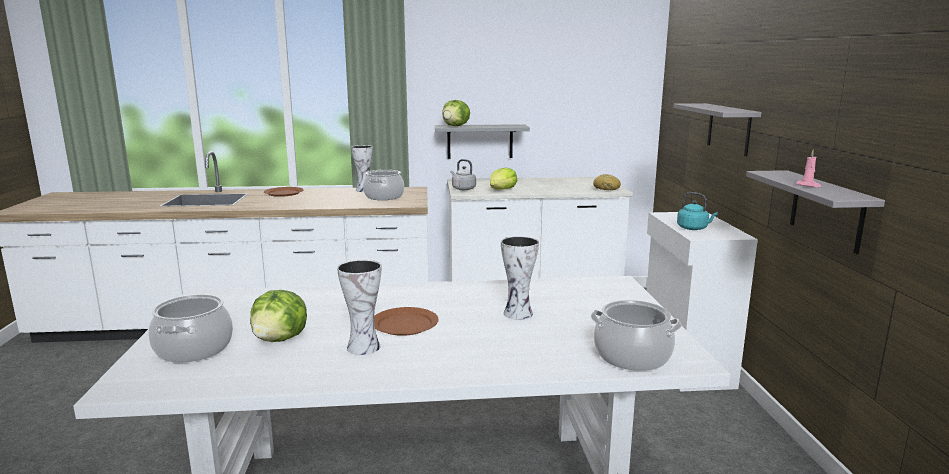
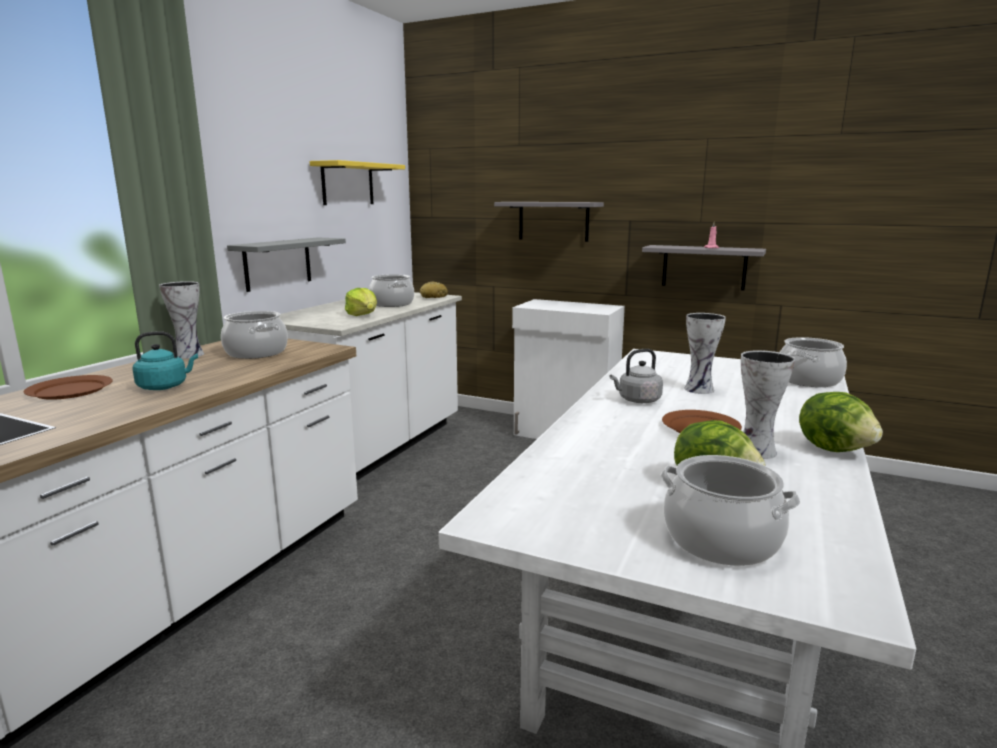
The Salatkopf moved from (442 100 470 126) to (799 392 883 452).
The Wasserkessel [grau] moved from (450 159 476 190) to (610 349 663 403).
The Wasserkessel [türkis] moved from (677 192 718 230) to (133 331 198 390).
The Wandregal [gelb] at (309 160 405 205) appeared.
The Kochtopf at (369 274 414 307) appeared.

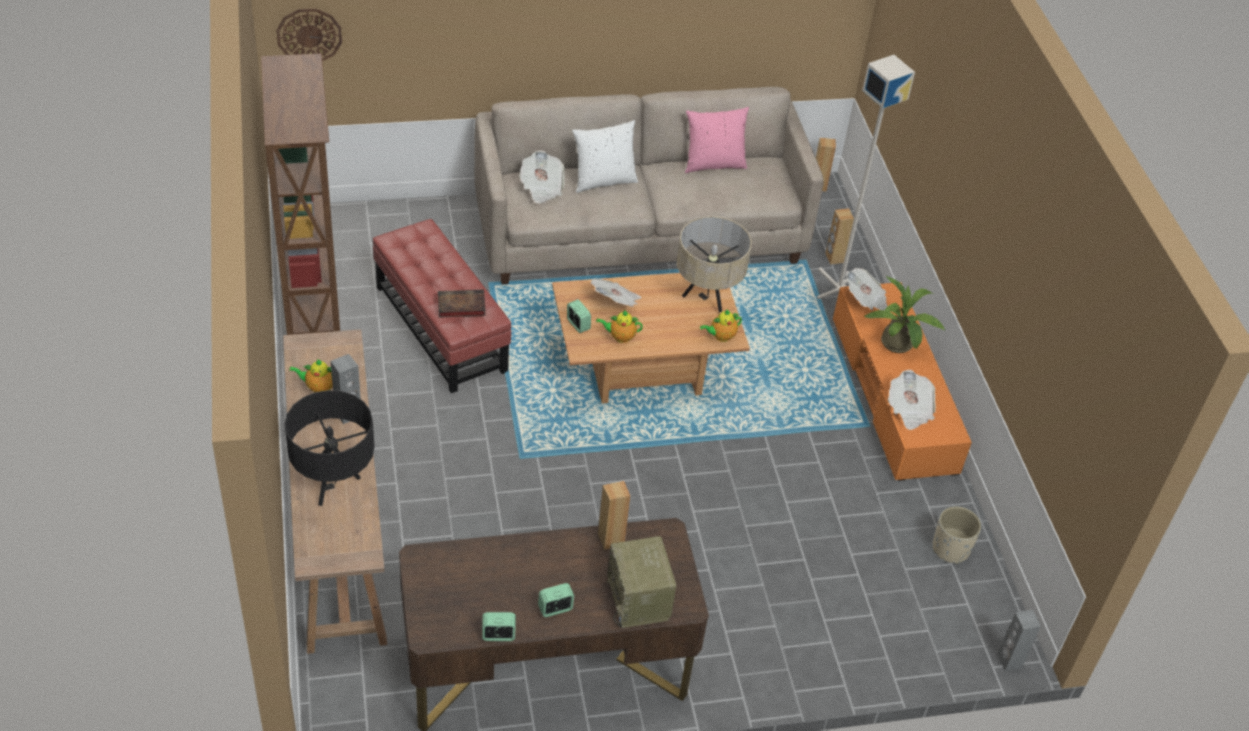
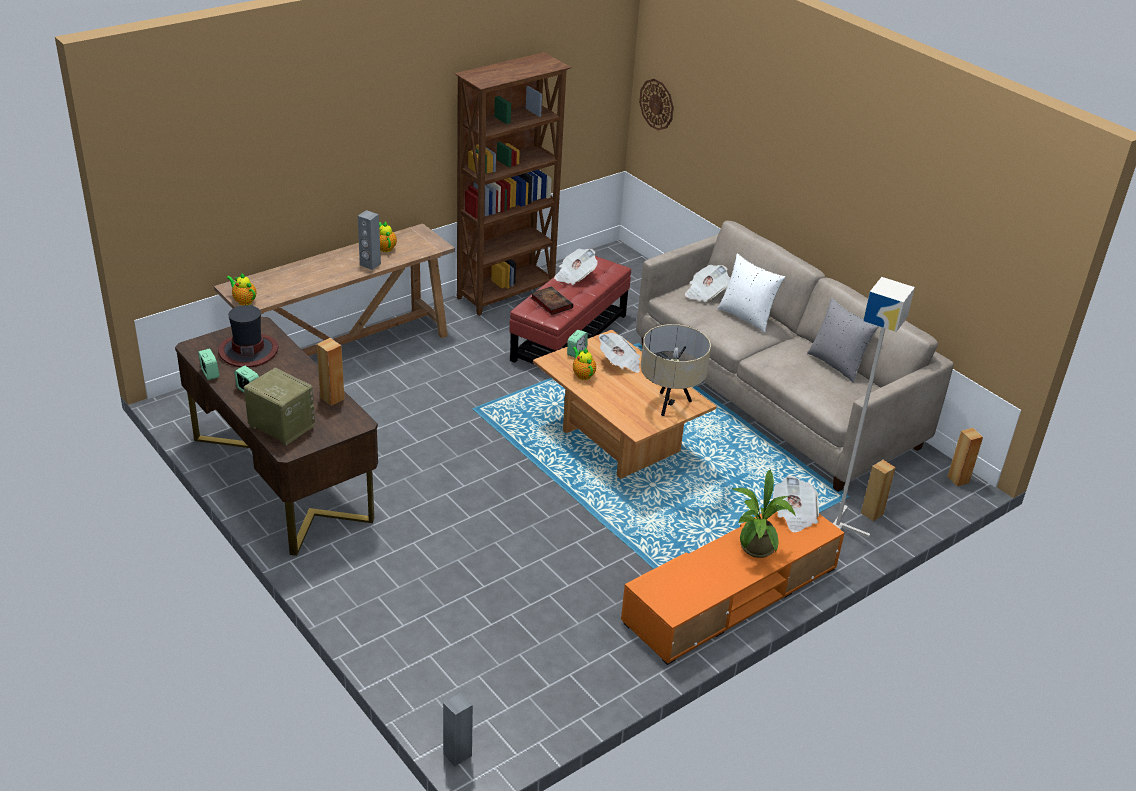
The Tischlampe [schwarz] at (284 390 374 506) disappeared.
The Radio at (607 536 676 628) turned 75 degrees clockwise.
The Kissen [rosa] at (685 107 749 173) became the Kissen [grau] at (807 298 879 382).
The Teekanne moved from (700 310 742 342) to (226 273 256 305).
The Zeitung moved from (888 370 936 430) to (554 249 598 285).
The Pflanzkübel [beige] at (932 506 981 564) disappeared.
The Hut at (218 305 279 368) appeared.

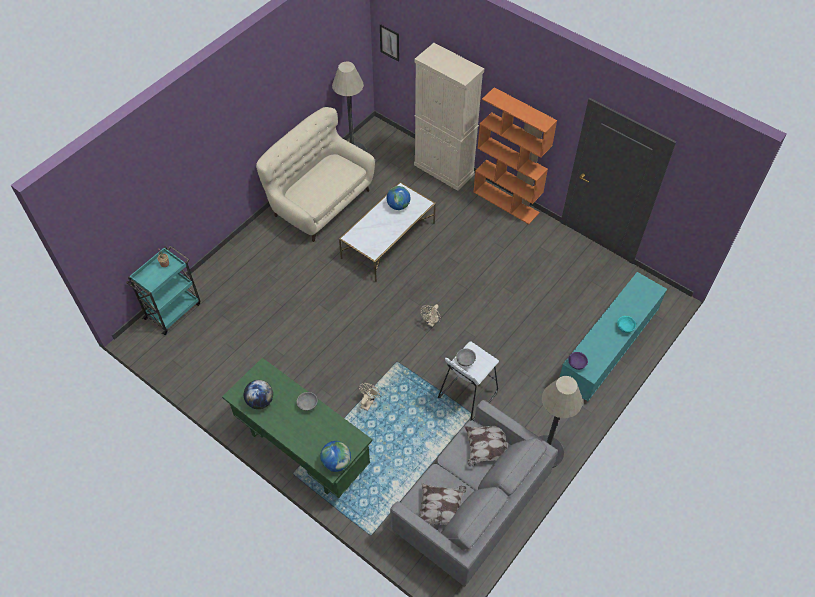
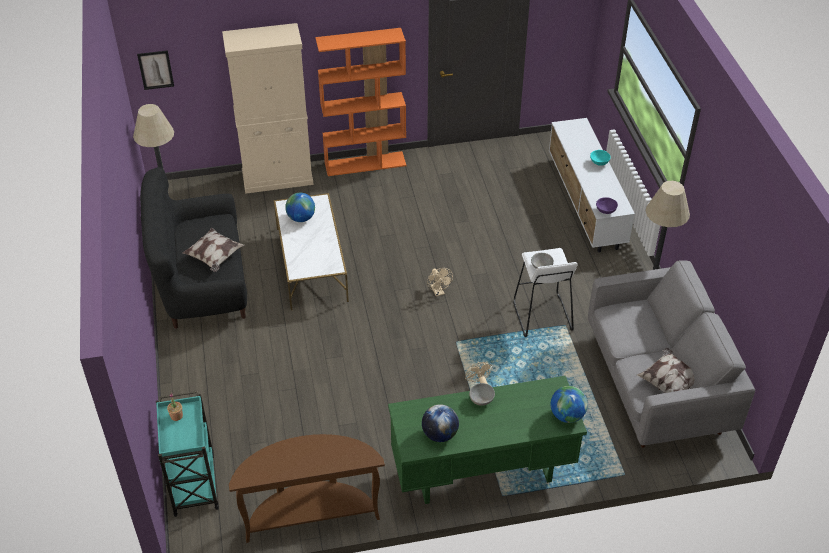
The Sofa [beige] at (256 107 375 242) became the Sofa [schwarz] at (140 167 247 329).
The Kissen moved from (464 426 507 466) to (182 228 244 272).
The Fernsehschrank [türkis] at (559 272 667 401) became the Fernsehschrank [weiß] at (549 118 635 252).
The Konsolentisch [braun] at (229 434 385 543) appeared.

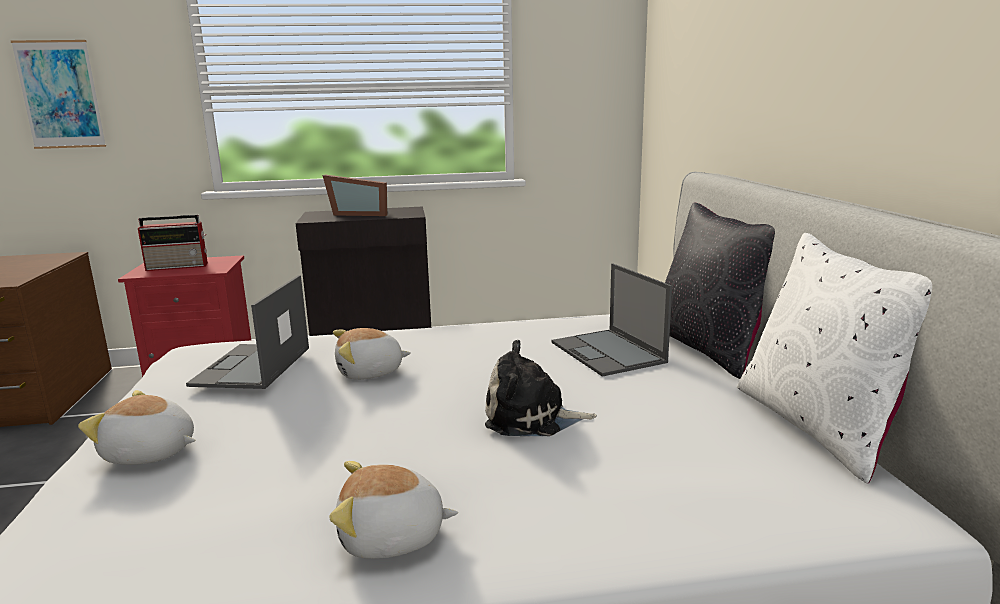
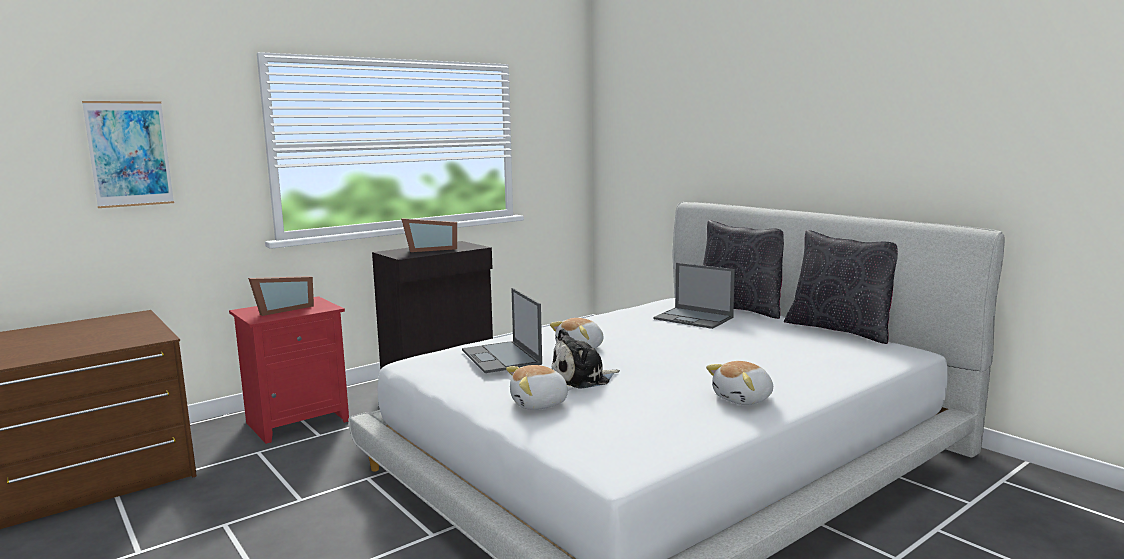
The Radio at (138 215 208 271) was replaced by the Bilderrahmen at (248 276 314 316).
The Plüschtier moved from (485 340 597 436) to (551 328 620 389).
The Kissen [weiß] at (737 233 932 484) became the Kissen [schwarz] at (784 230 898 344).

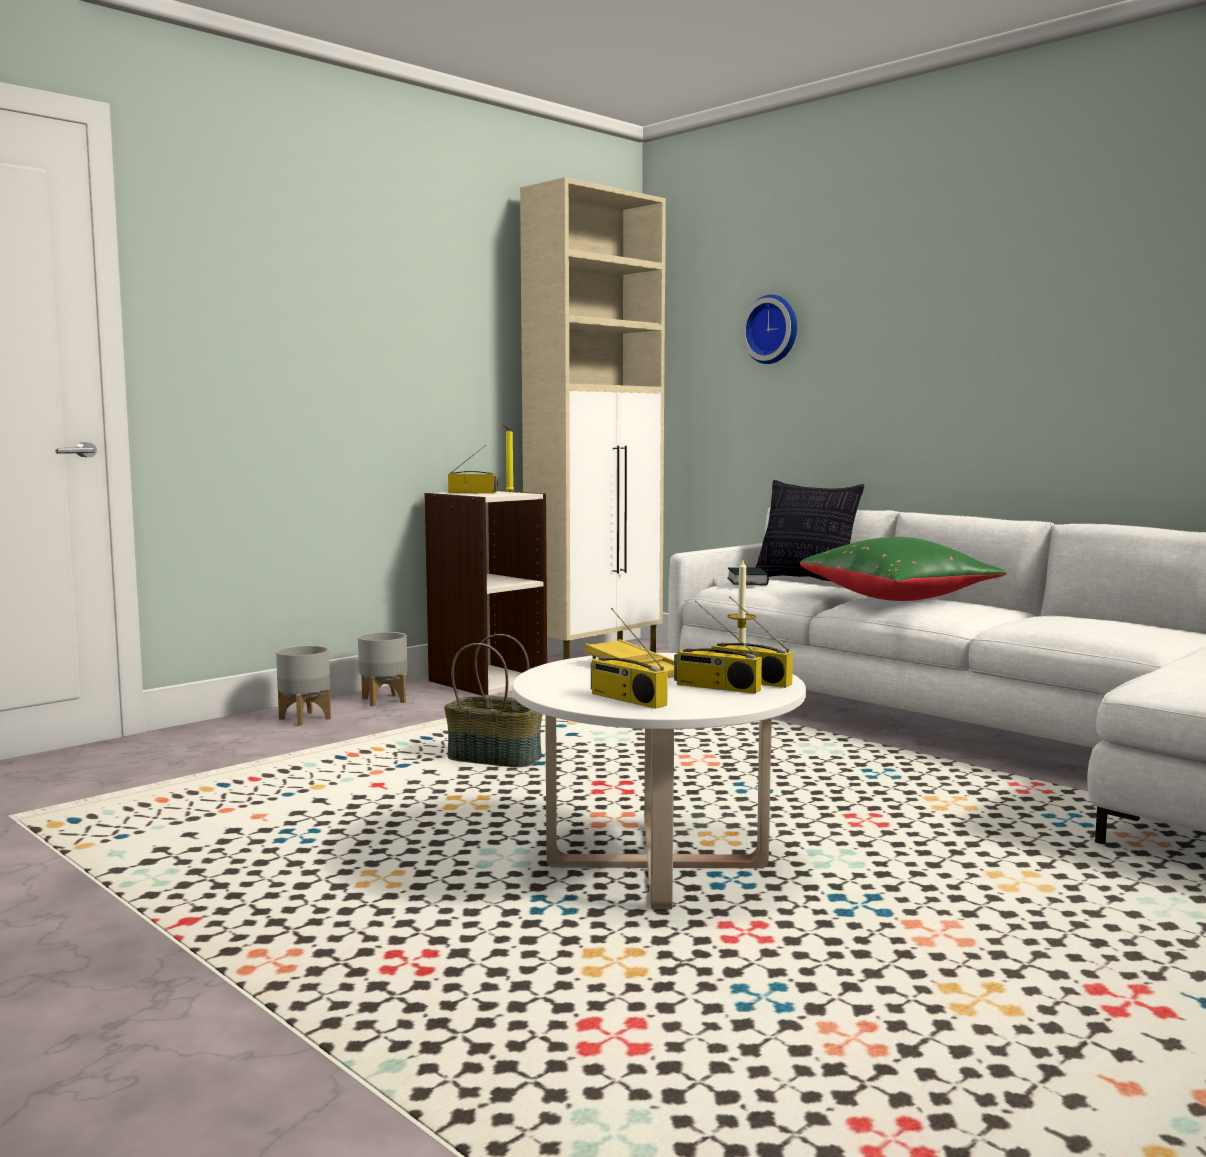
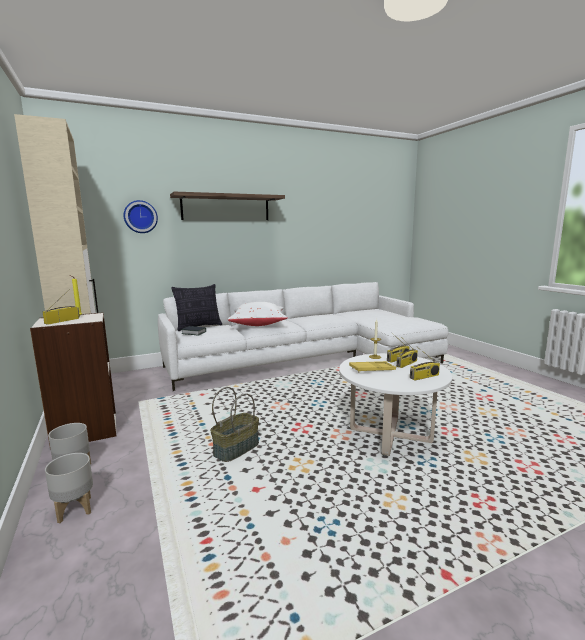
The Kissen [grün] at (800 537 1007 601) became the Kissen [weiß] at (227 302 288 326).
The Wandregal at (170 192 285 220) appeared.

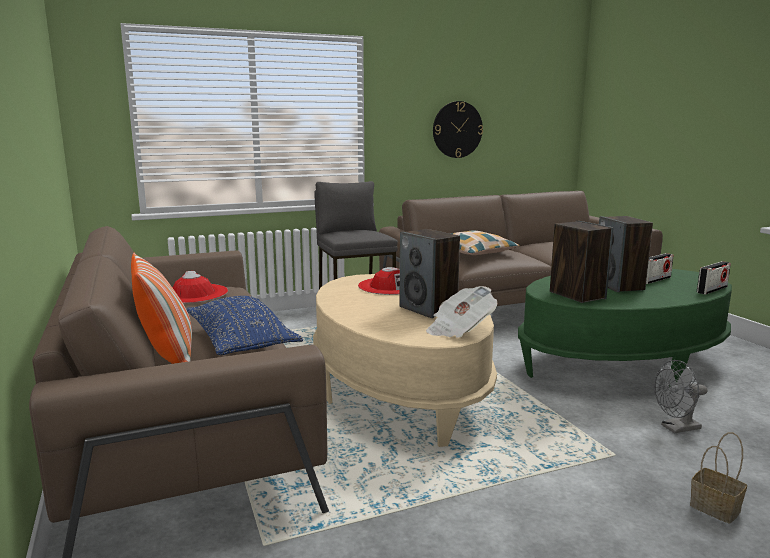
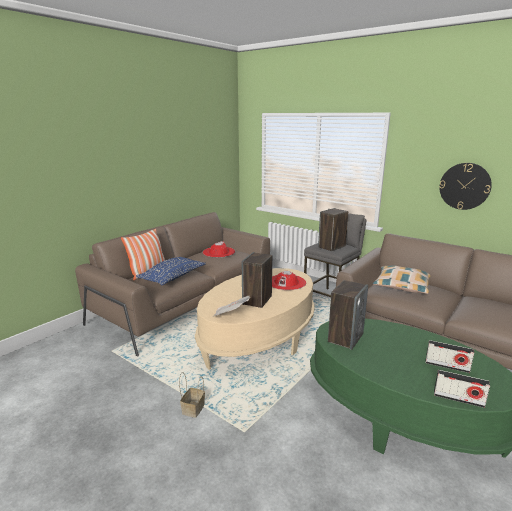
The Lautsprecher moved from (599 216 653 292) to (318 208 348 251).
The Ventilator [grau] at (654 360 707 433) disappeared.
The Korb moved from (690 432 747 524) to (179 372 205 418).

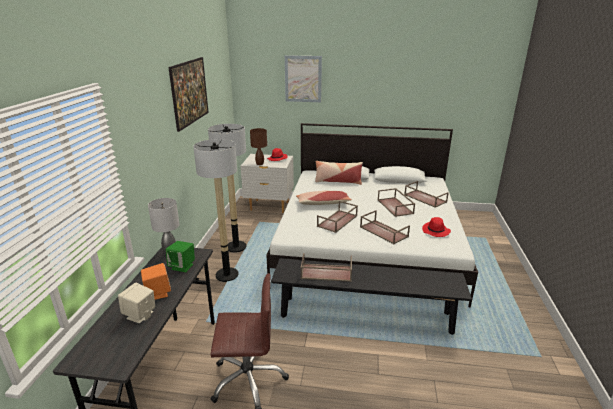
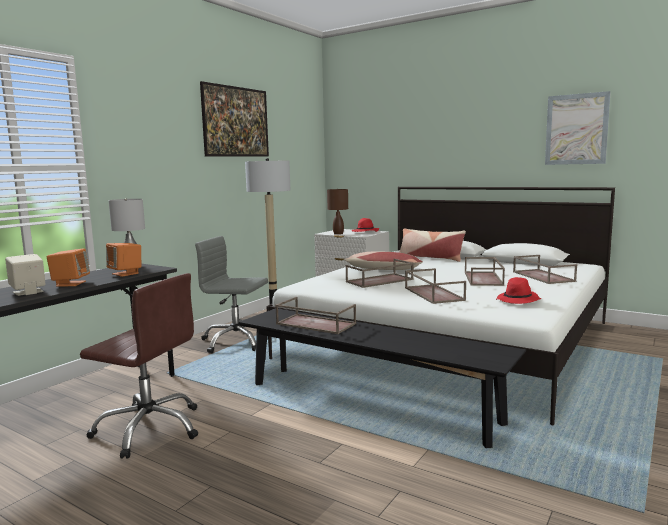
The Lautsprecher [grün] at (166 241 195 272) became the Lautsprecher [orange] at (106 243 141 277).
The Stehlampe at (193 139 239 282) was replaced by the Bürostuhl [grau] at (195 236 268 353).
The Bild moved from (285 55 322 102) to (545 91 611 165).

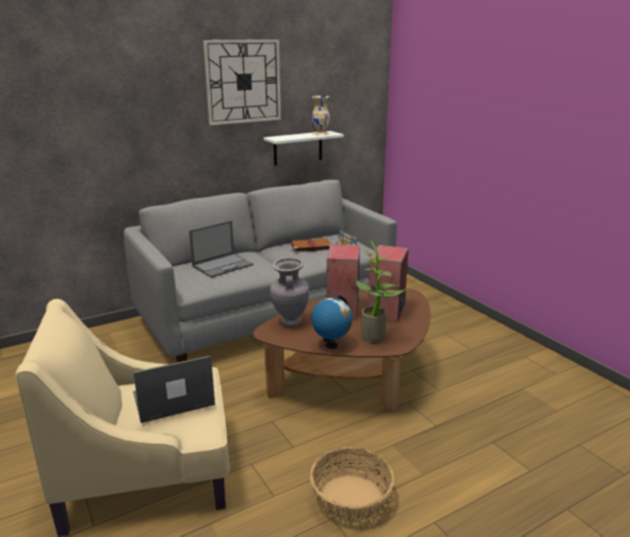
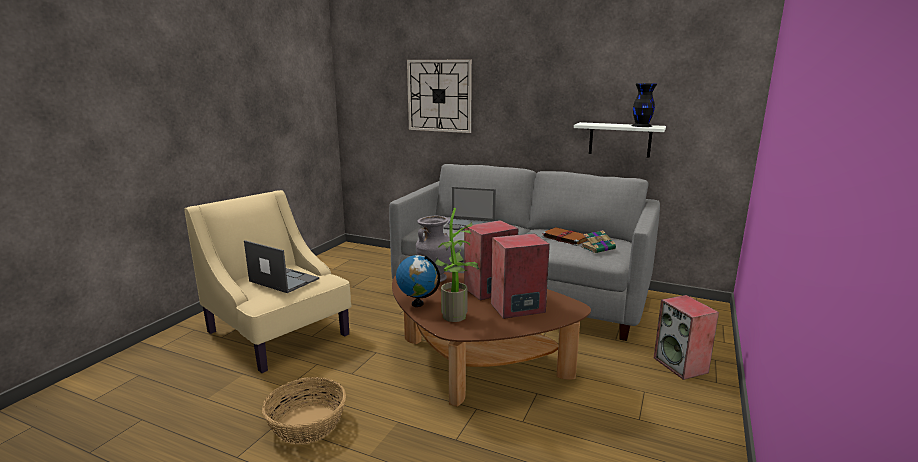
The Wanduhr moved from (203 39 281 125) to (407 59 472 133).
The Vase [beige] at (312 95 330 135) became the Vase [schwarz] at (631 83 657 127).
The Lautsprecher at (654 295 719 380) appeared.

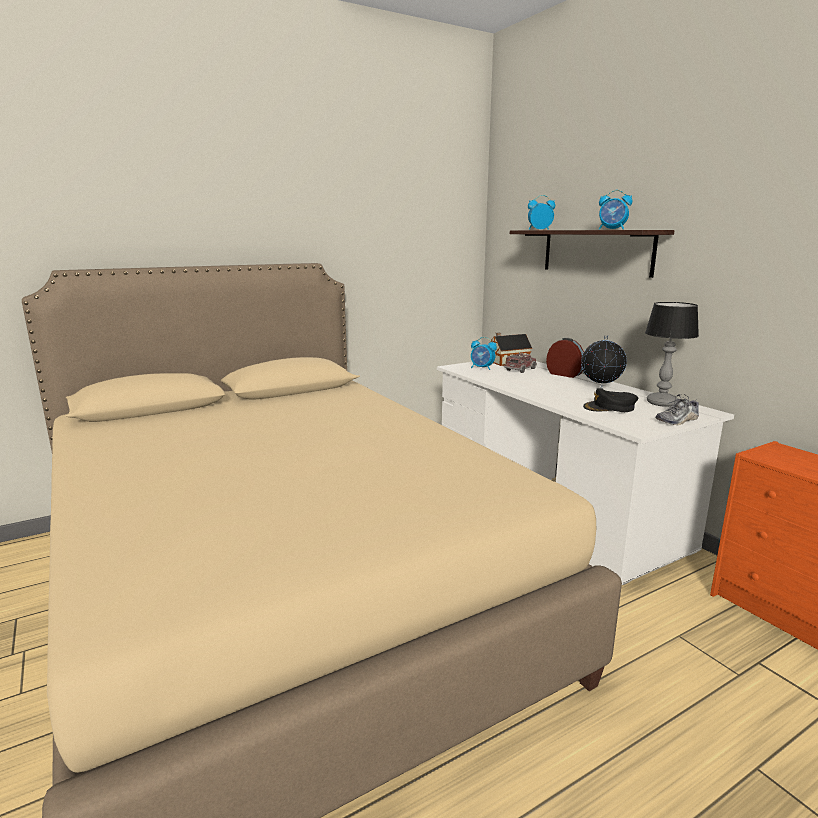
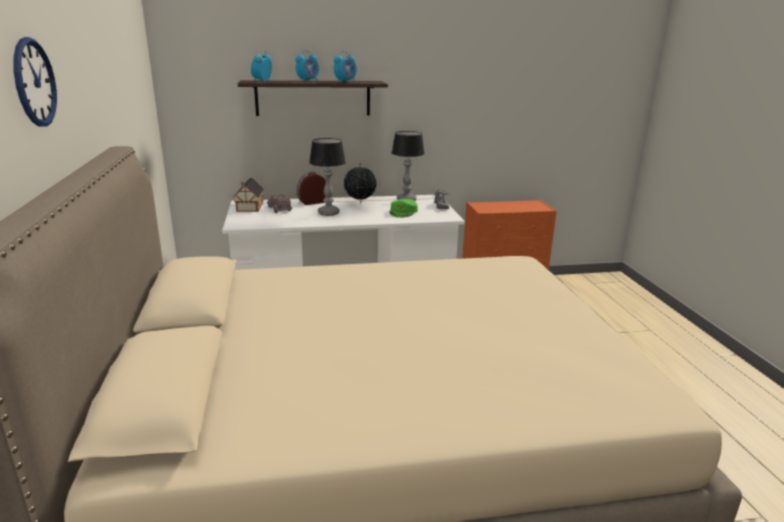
The Wecker moved from (471 337 497 370) to (295 50 319 82).
The Kappe [schwarz] at (583 388 638 412) became the Kappe [grün] at (390 199 418 218).
The Wanduhr at (13 37 57 126) appeared.
The Tischlampe at (309 138 346 216) appeared.

